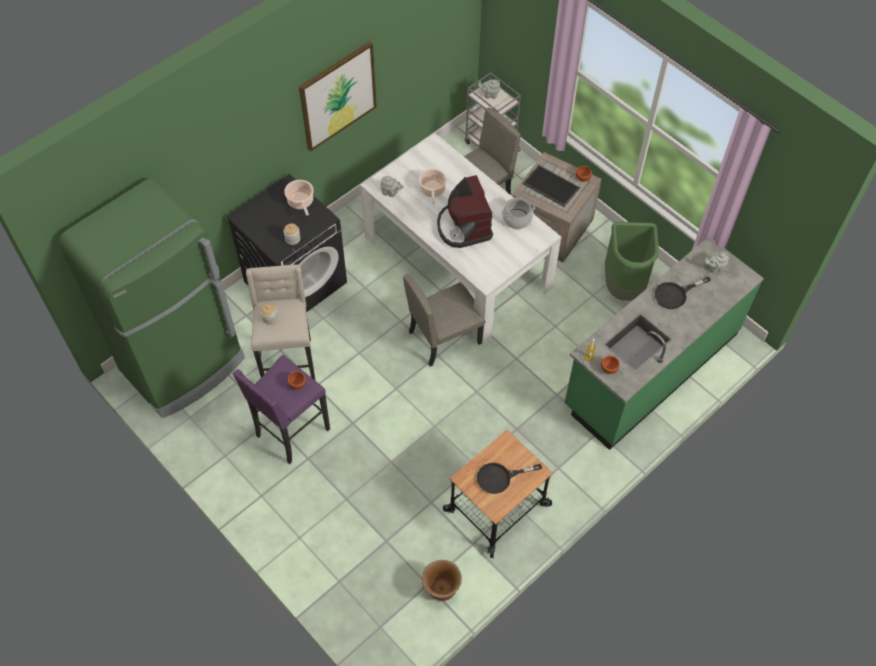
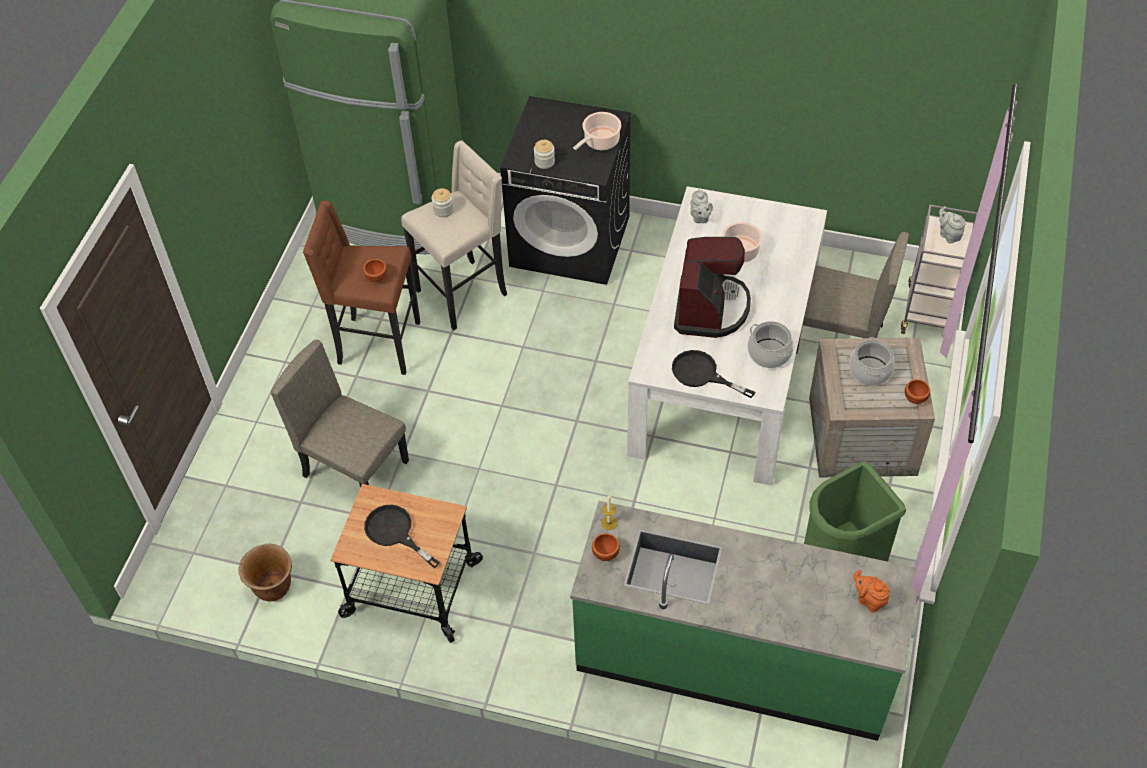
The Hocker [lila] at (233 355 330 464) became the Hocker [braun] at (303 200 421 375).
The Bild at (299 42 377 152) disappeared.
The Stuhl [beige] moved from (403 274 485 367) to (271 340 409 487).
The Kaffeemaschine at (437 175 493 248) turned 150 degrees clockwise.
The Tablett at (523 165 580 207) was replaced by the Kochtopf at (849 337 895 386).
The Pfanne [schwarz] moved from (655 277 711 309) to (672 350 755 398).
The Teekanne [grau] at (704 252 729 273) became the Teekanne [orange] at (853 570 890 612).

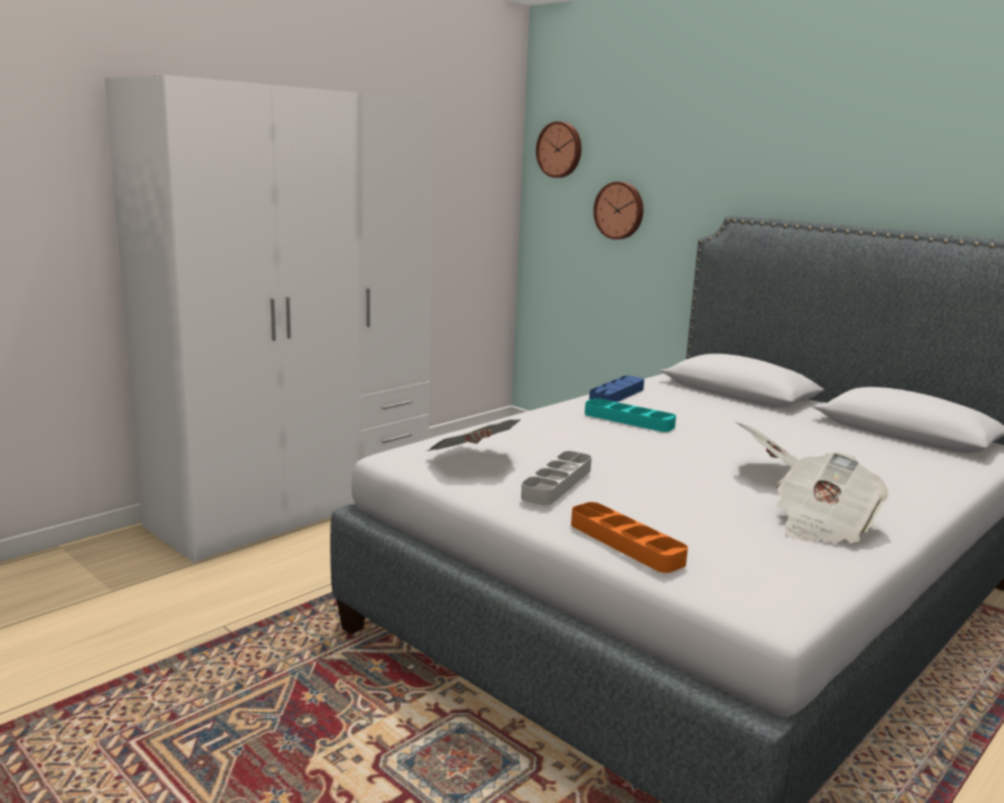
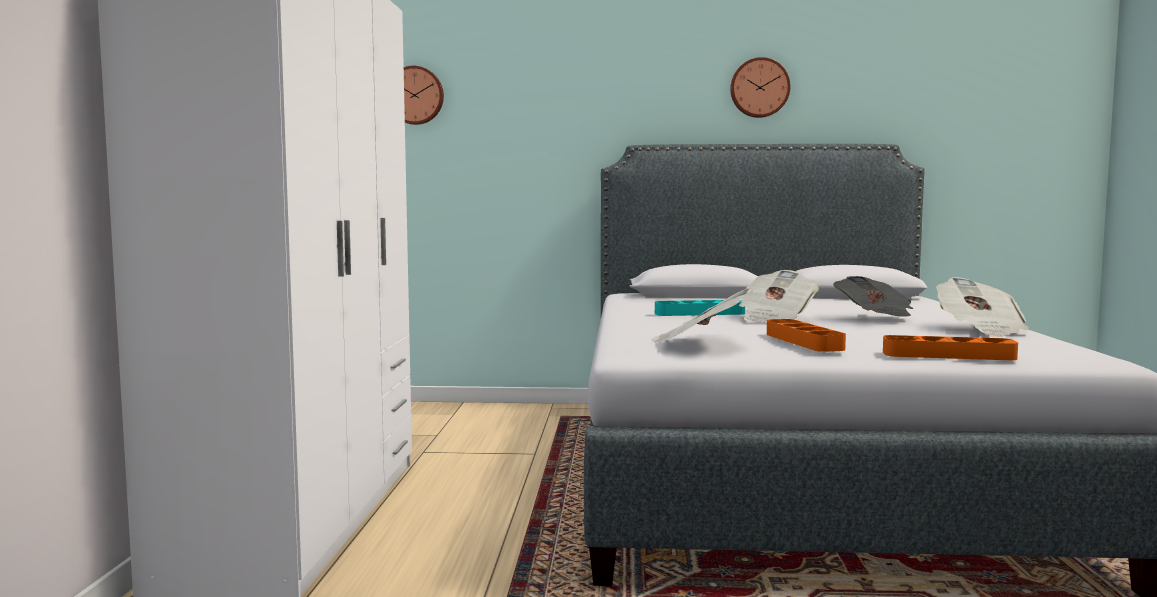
The Tablett [grau] at (521 451 592 505) became the Tablett [orange] at (767 319 846 352).
The Tablett [blau] at (589 376 644 402) disappeared.
The Wanduhr moved from (593 182 643 240) to (730 57 790 118).
The Zeitung at (739 270 819 323) appeared.

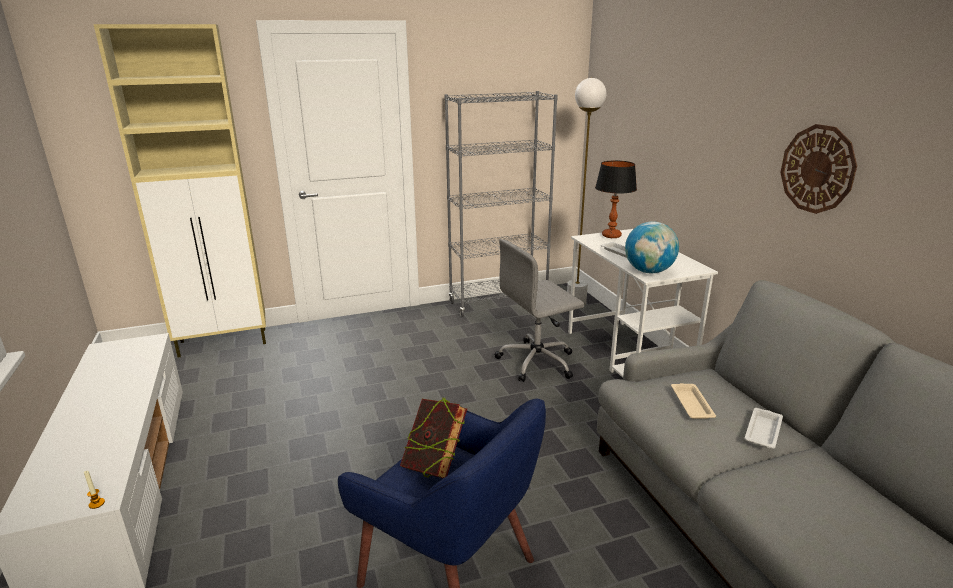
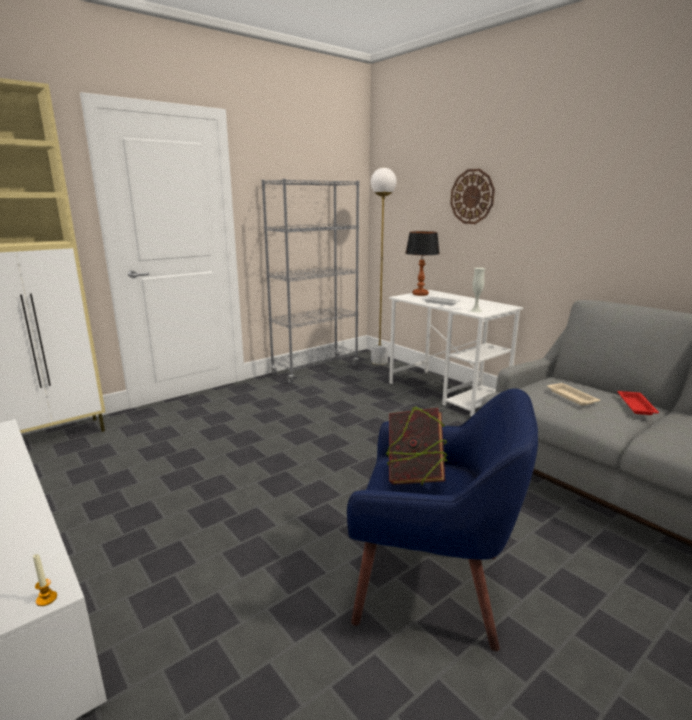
The Bürostuhl [grau] at (495 239 584 382) disappeared.
The Globus at (625 221 679 273) was replaced by the Vase [weiß] at (470 268 485 312).
The Tablett [weiß] at (744 408 783 449) became the Tablett [rot] at (618 391 659 415).
The Wanduhr moved from (780 124 857 214) to (450 169 495 224).

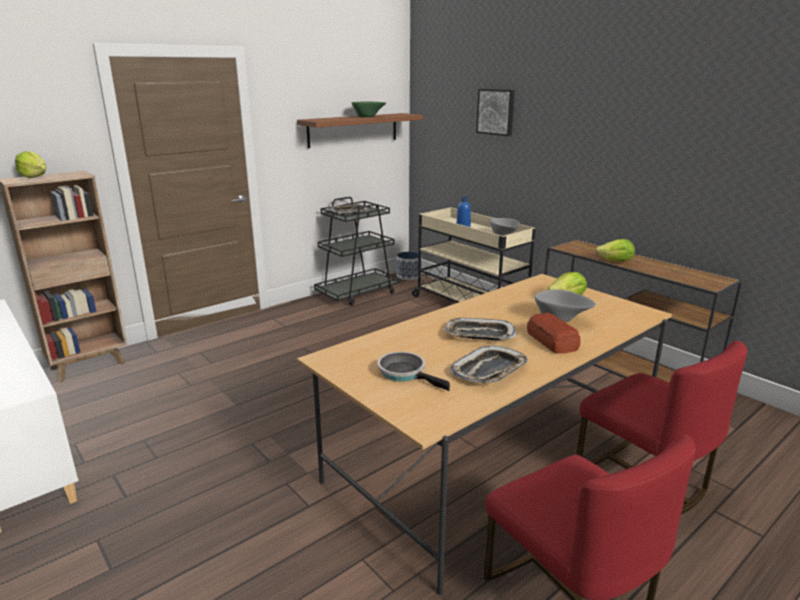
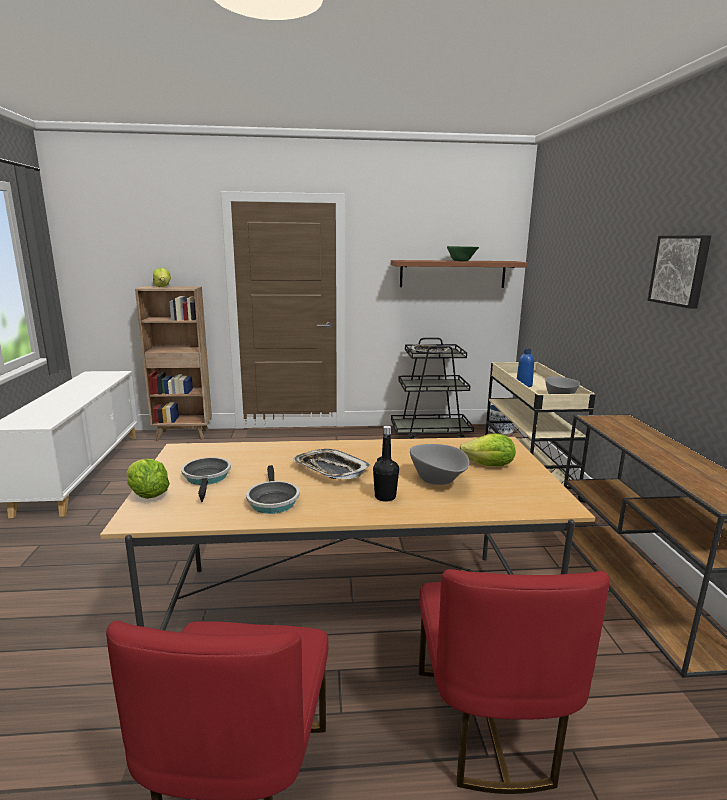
The Tablett at (450 345 528 383) was replaced by the Pfanne at (246 465 300 514).
The Bild moved from (476 89 515 136) to (648 235 711 308).
The Brot at (527 313 580 354) was replaced by the Flasche [schwarz] at (373 426 399 502).
The Salatkopf moved from (595 239 635 262) to (126 459 170 499).

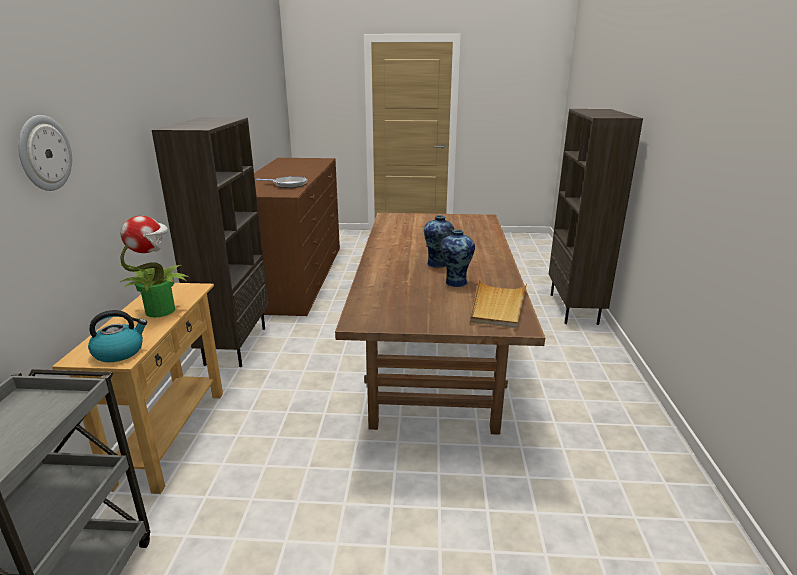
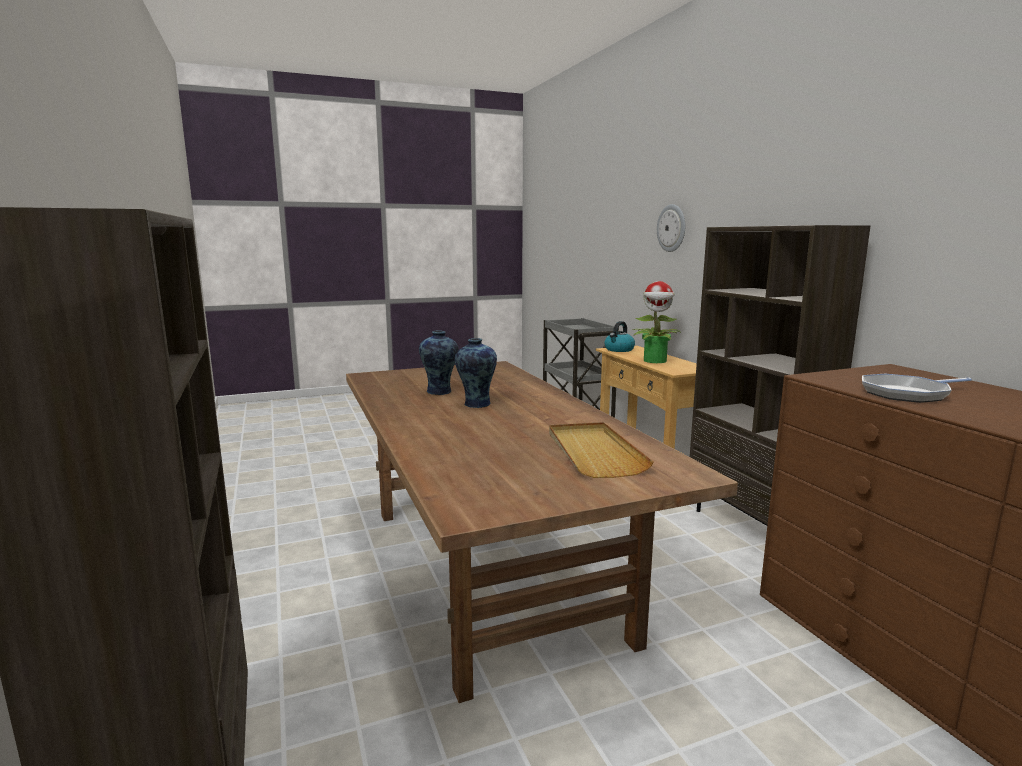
The Tablett [beige] moved from (470 279 527 328) to (549 422 654 478).

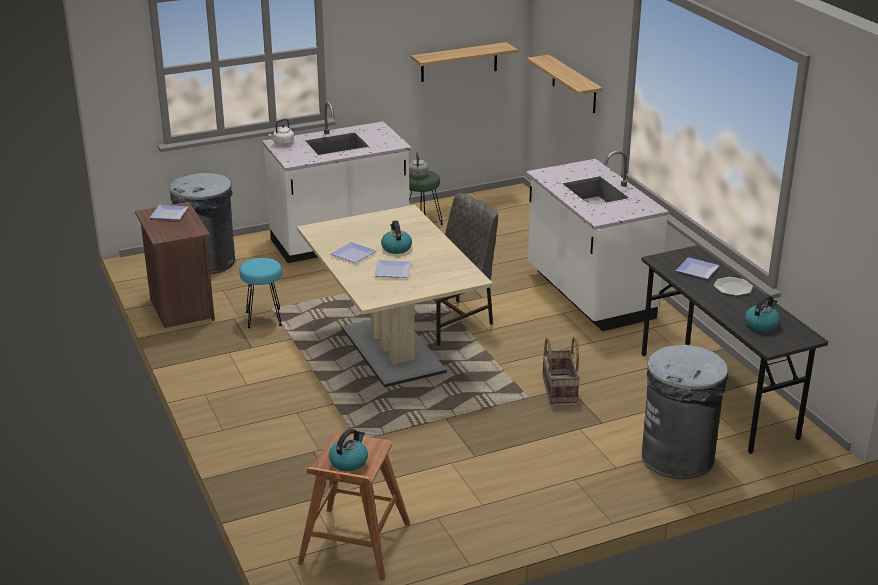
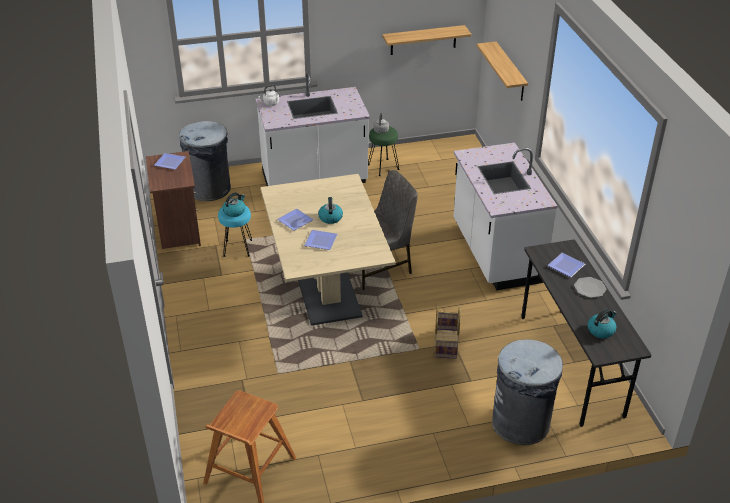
The Wasserkessel moved from (329 429 368 471) to (222 193 245 217).

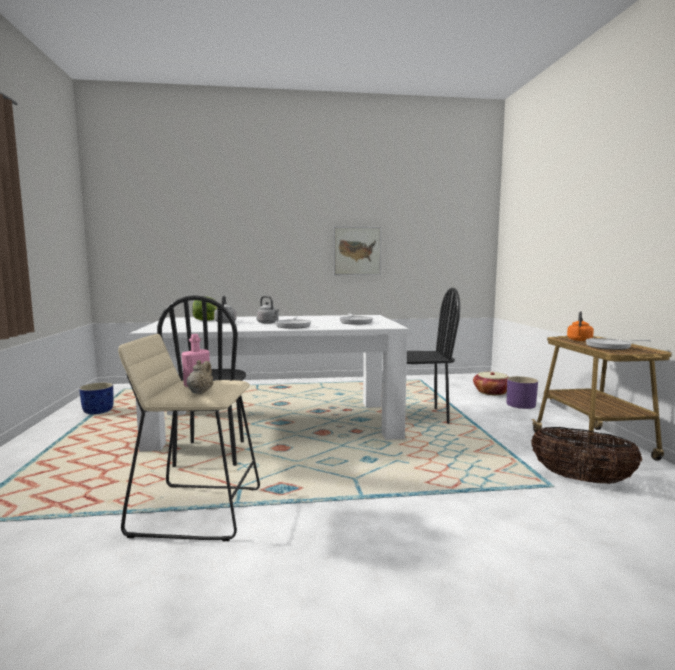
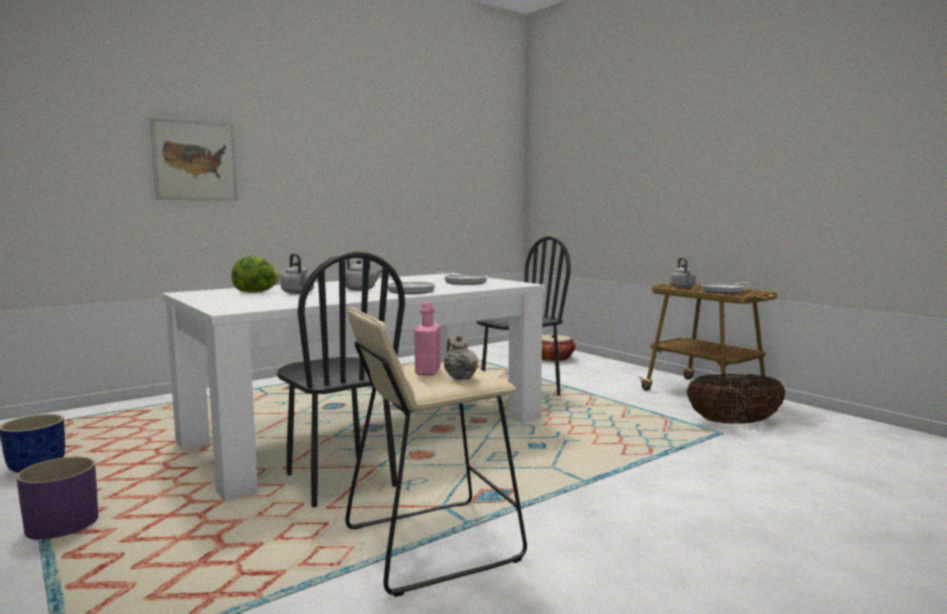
The Bild moved from (334 226 381 275) to (150 117 238 201).
The Pflanzkübel [lila] moved from (507 376 538 409) to (16 457 98 540).
The Wasserkessel [orange] at (567 311 594 341) became the Wasserkessel [grau] at (670 258 696 288).

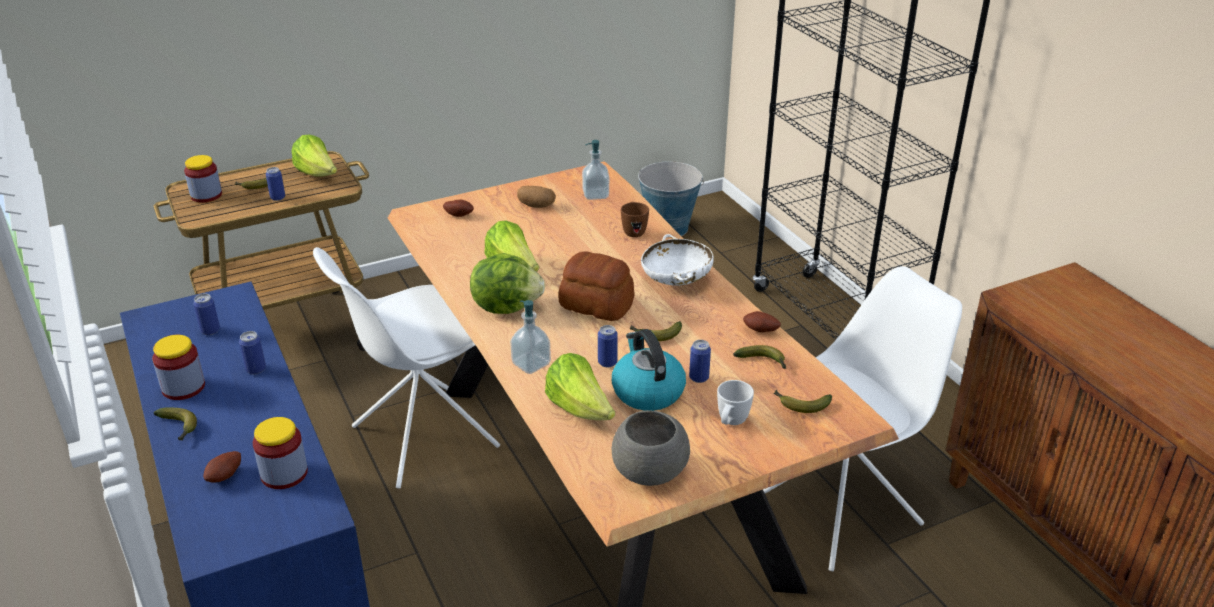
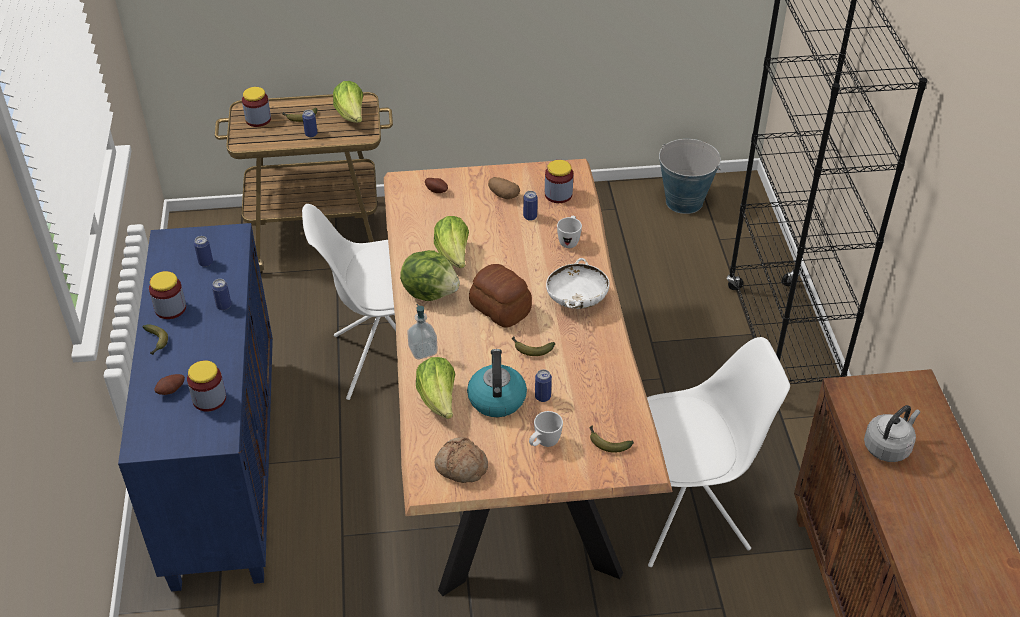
The Seifenspender at (582 140 609 200) was replaced by the Vorratsglas at (545 160 573 203).
The Dose moved from (598 325 618 367) to (523 191 538 221).
The Schüssel [grau] at (612 410 690 486) was replaced by the Brot at (435 437 488 483).
The Henkelbecher [braun] at (621 202 649 237) became the Henkelbecher [weiß] at (557 216 582 248).
The Banane at (733 345 786 369) disappeared.
The Kartoffel at (743 311 781 332) disappeared.
The Wasserkessel [grau] at (864 405 920 462) appeared.

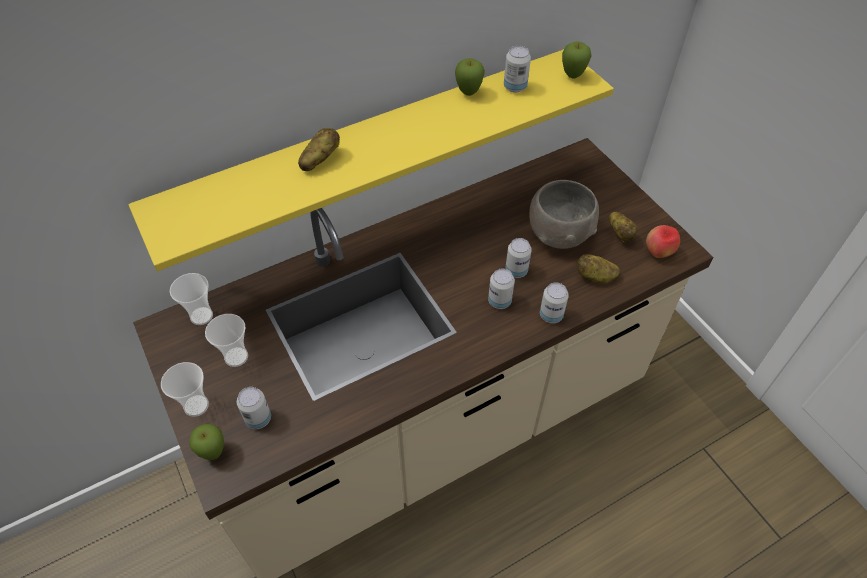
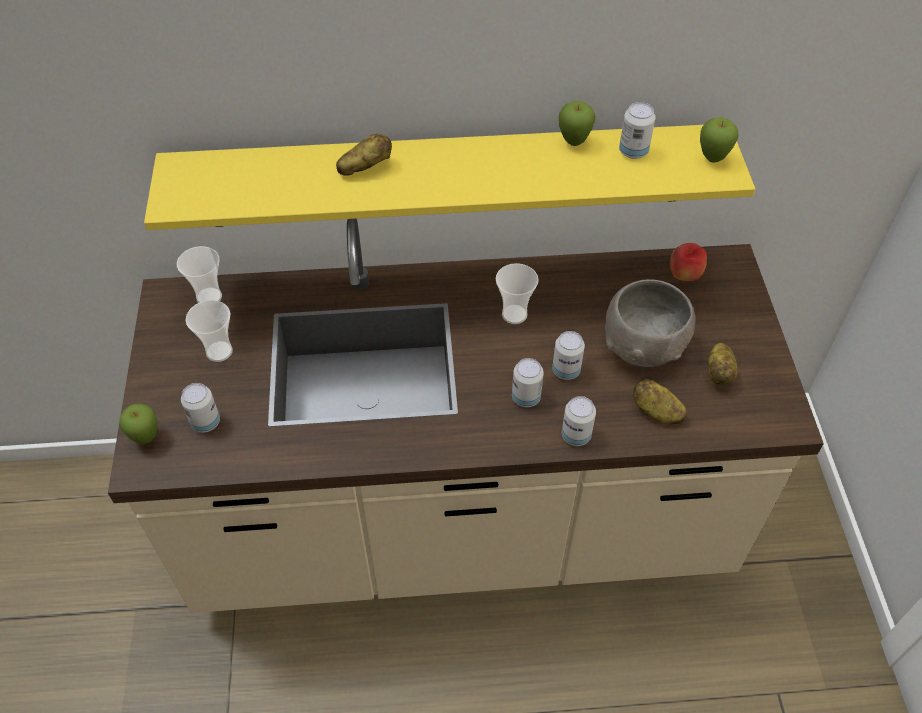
The Tasse moved from (161 362 209 417) to (496 263 539 324).
The Apfel moved from (646 225 680 258) to (670 243 707 281).

